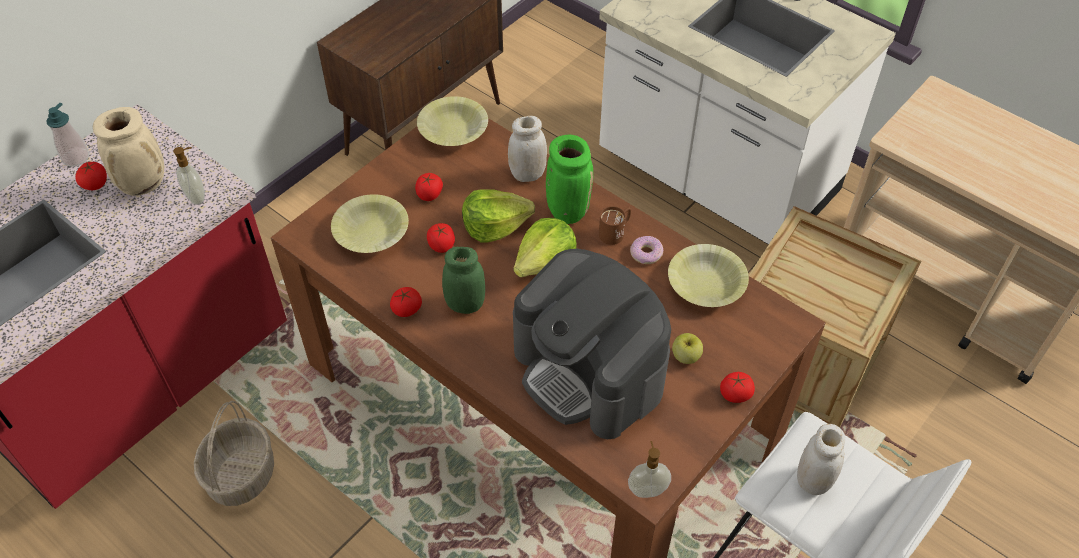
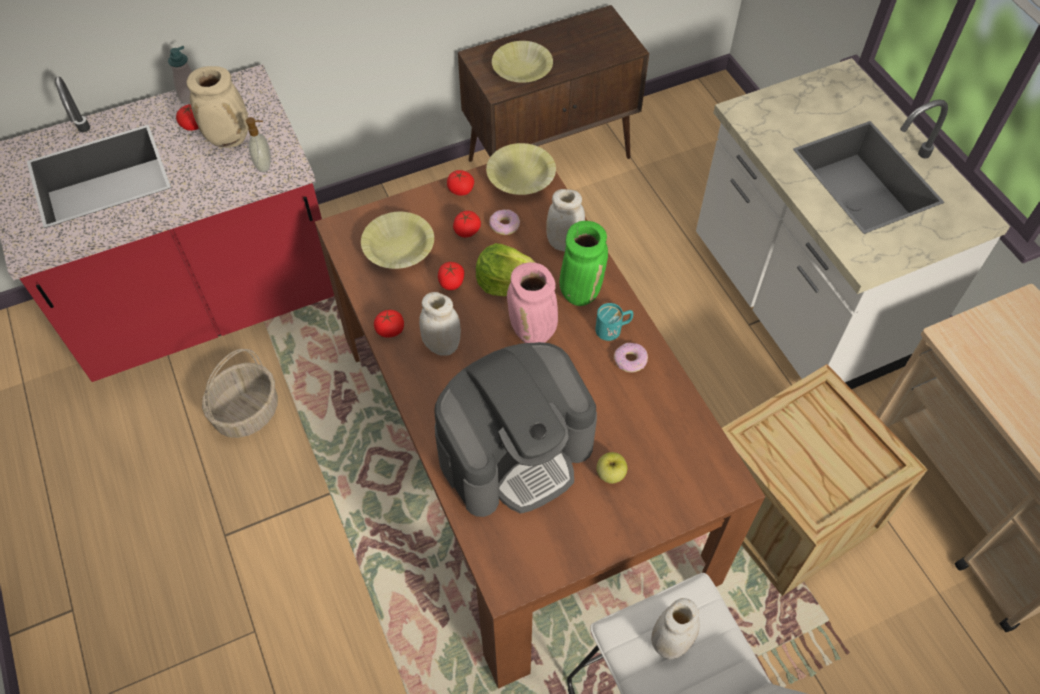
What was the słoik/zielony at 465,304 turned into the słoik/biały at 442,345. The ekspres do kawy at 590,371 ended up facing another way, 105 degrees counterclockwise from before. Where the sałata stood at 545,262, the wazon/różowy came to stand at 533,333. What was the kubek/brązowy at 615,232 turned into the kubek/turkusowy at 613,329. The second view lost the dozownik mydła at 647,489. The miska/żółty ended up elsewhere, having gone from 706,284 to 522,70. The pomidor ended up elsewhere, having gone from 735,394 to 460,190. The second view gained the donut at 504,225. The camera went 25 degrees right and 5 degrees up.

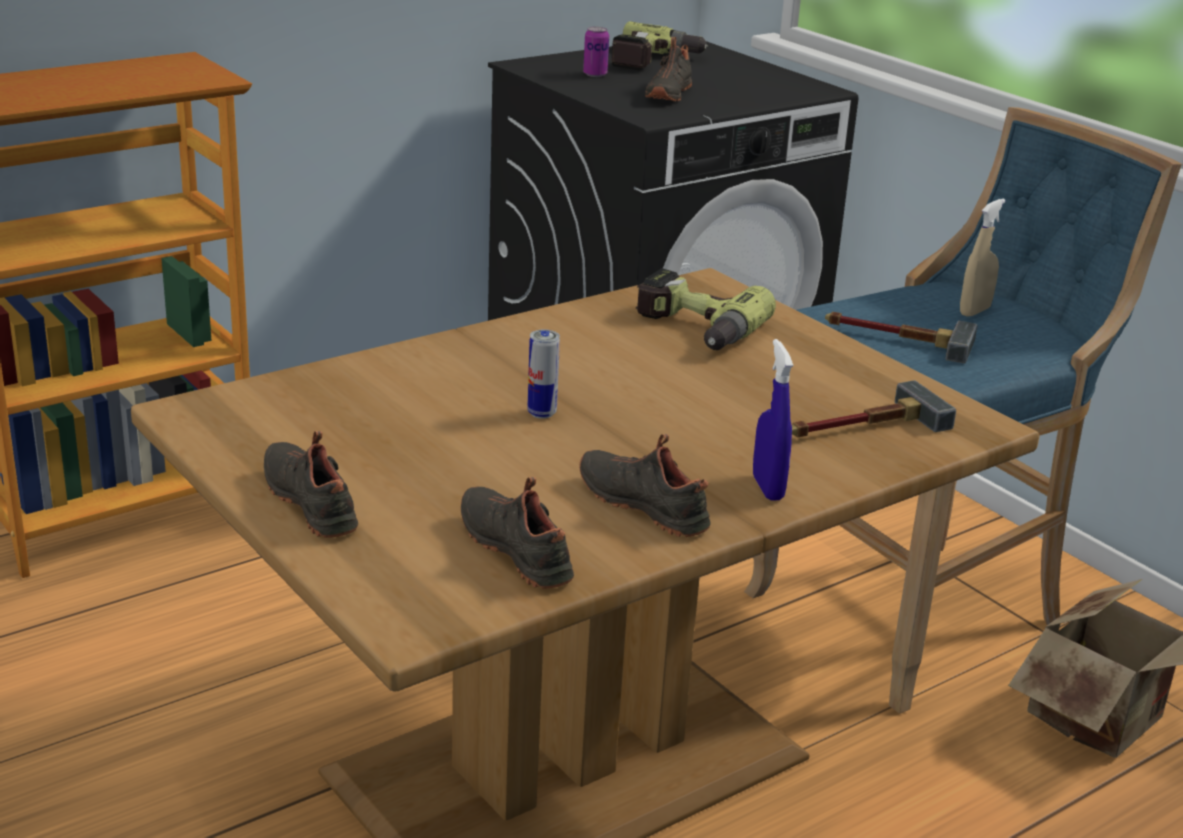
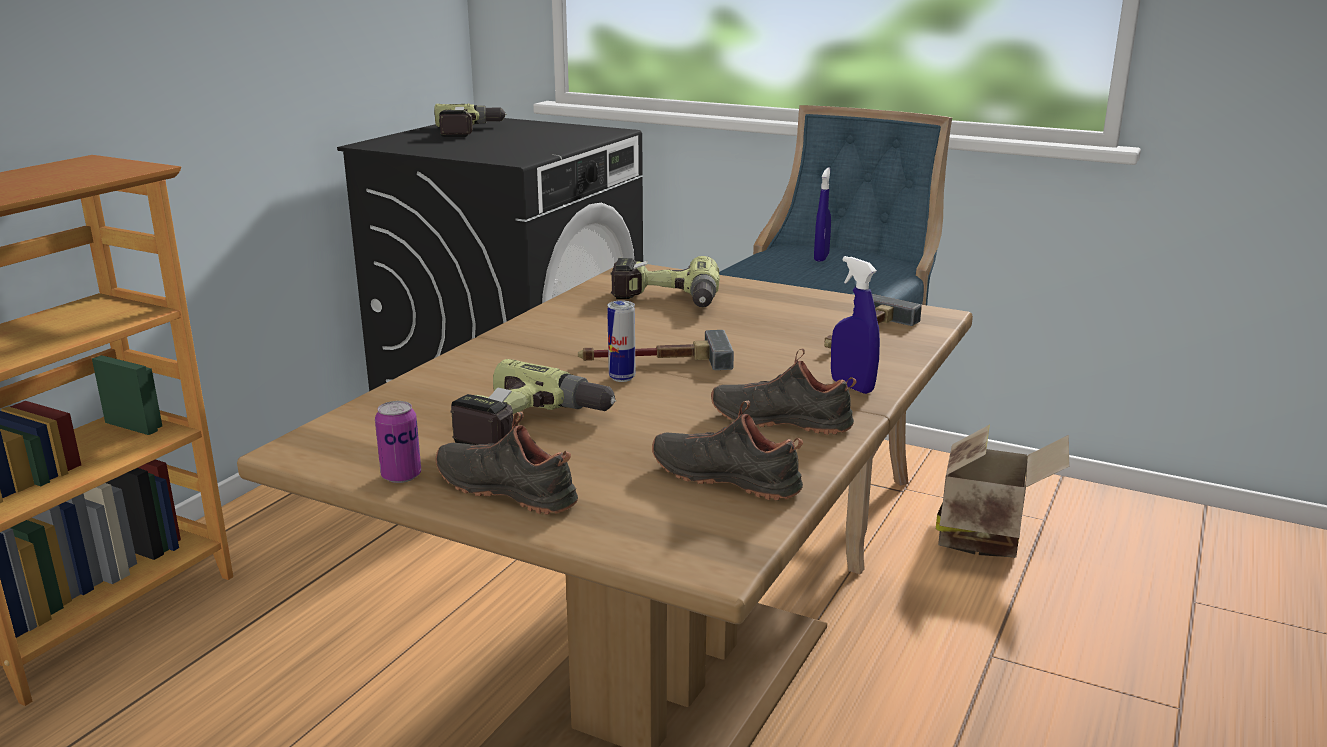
The puszka ended up elsewhere, having gone from 595,74 to 401,476. The second view lost the but/czarny at 667,94. The młotek ended up elsewhere, having gone from 896,339 to 653,361. What was the spryskiwacz/beżowy at 974,311 turned into the spryskiwacz/niebieski at 821,257. The second view gained the wiertarka at 532,427. The camera went 25 degrees left and 5 degrees down.

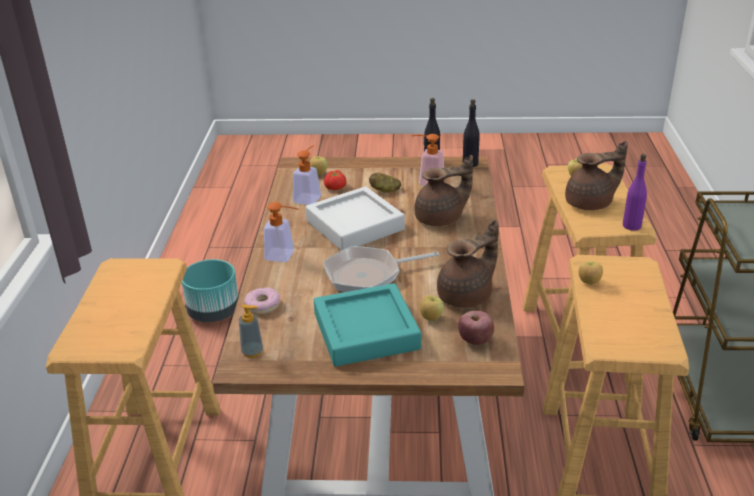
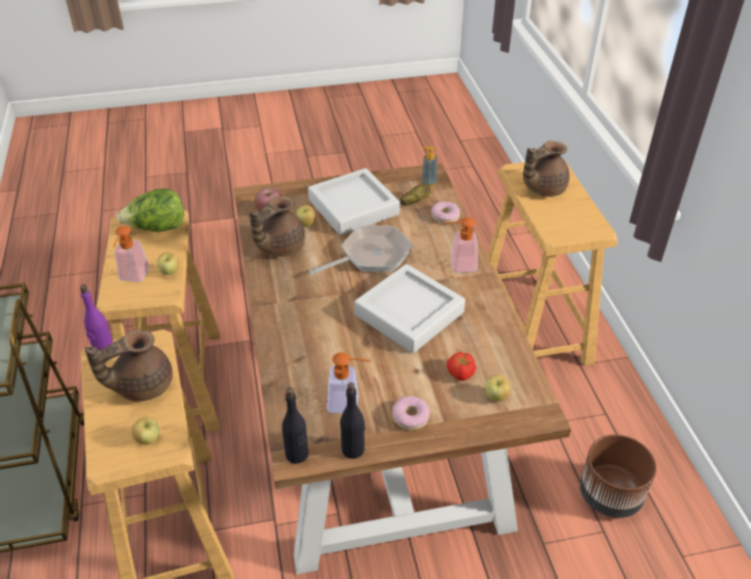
What was the donica/turkusowy at 213,313 turned into the donica/brązowy at 610,494. The dozownik mydła ended up elsewhere, having gone from 309,197 to 132,278. What was the taca/turkusowy at 366,331 turned into the taca/szary at 353,207. The ziemniak ended up elsewhere, having gone from 385,190 to 414,202. The imbryk/brązowy ended up elsewhere, having gone from 441,219 to 542,189. The second view gained the sałata at 157,229. The second view gained the donut at 410,417. The camera went 165 degrees right and 10 degrees up.

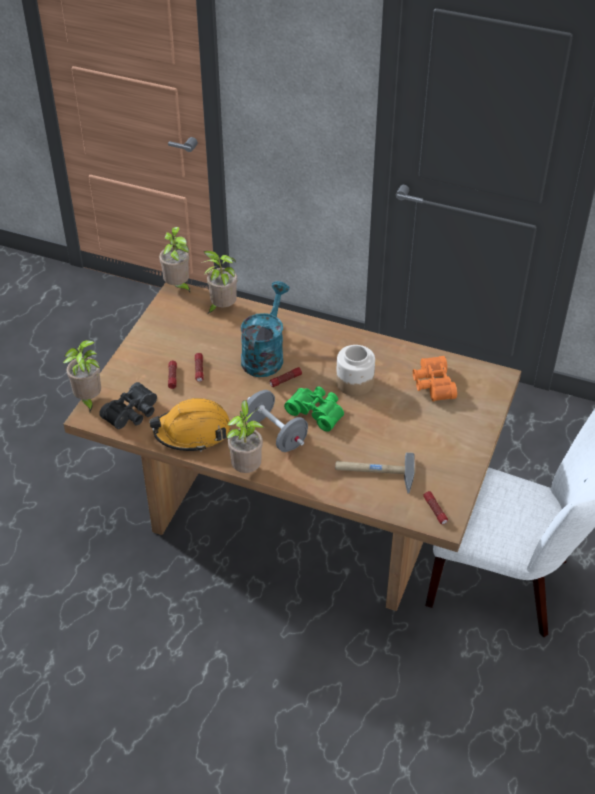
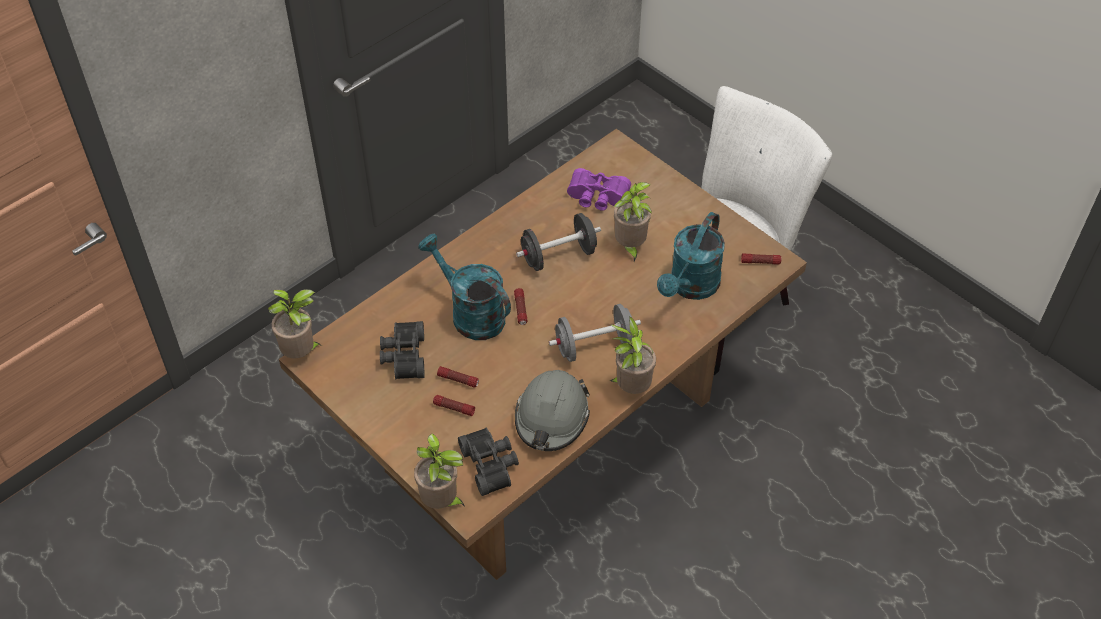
What was the kask/pomarańczowy at 192,432 turned into the kask/szary at 551,417. The roślina doniczkowa ended up elsewhere, having gone from 221,308 to 630,247. The second view lost the lornetka/zielony at 317,411. Where the młotek stood at 374,473, the konewka/turkusowy came to stand at 690,287. Where the słoik stood at 354,383, the hantel/czarny came to stand at 558,256. What was the lornetka/pomarańczowy at 432,384 turned into the lornetka/fioletowy at 597,198. The second view gained the lornetka/czarny at 403,356. The camera went 65 degrees left and 5 degrees up.

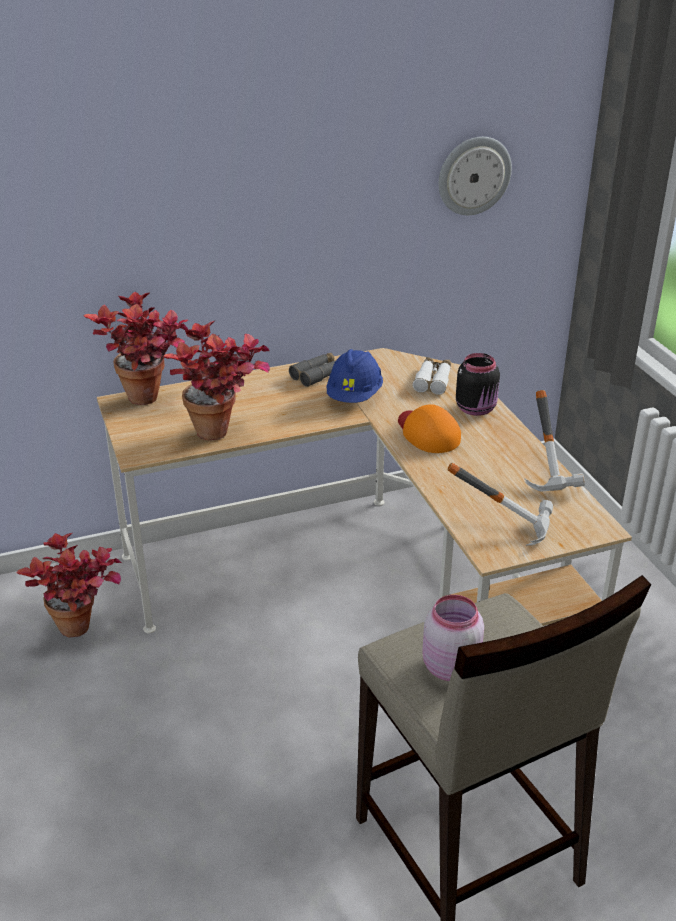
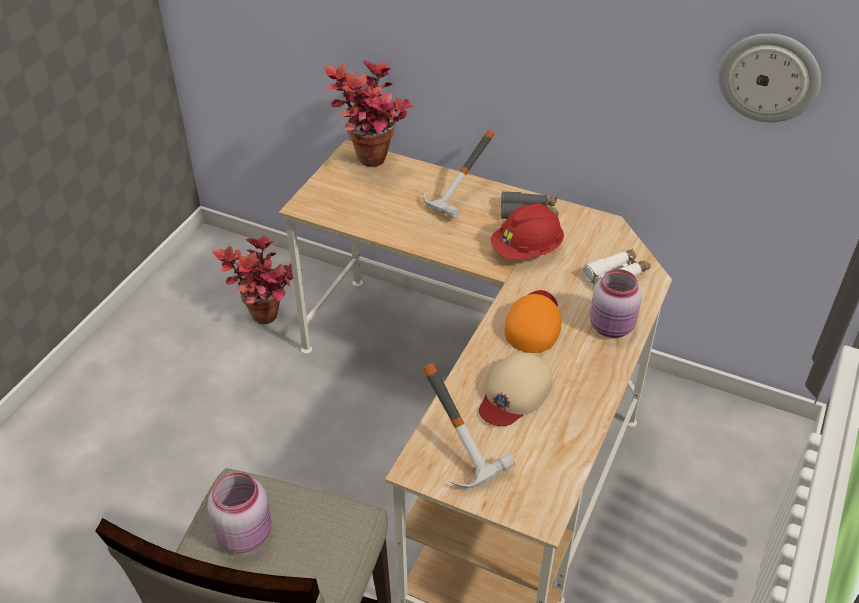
The second view lost the roślina doniczkowa at 223,435. What was the kask/niebieski at 354,396 turned into the kask/czerwony at 527,250. What was the słoik/czarny at 477,409 turned into the słoik/różowy at 612,327. The młotek ended up elsewhere, having gone from 554,471 to 465,201. The second view gained the czapka z daszkiem/beżowy at 514,394. The camera went 45 degrees right and 10 degrees up.

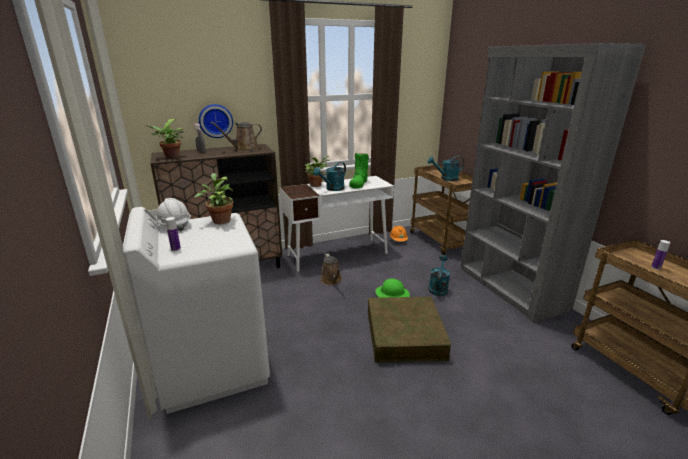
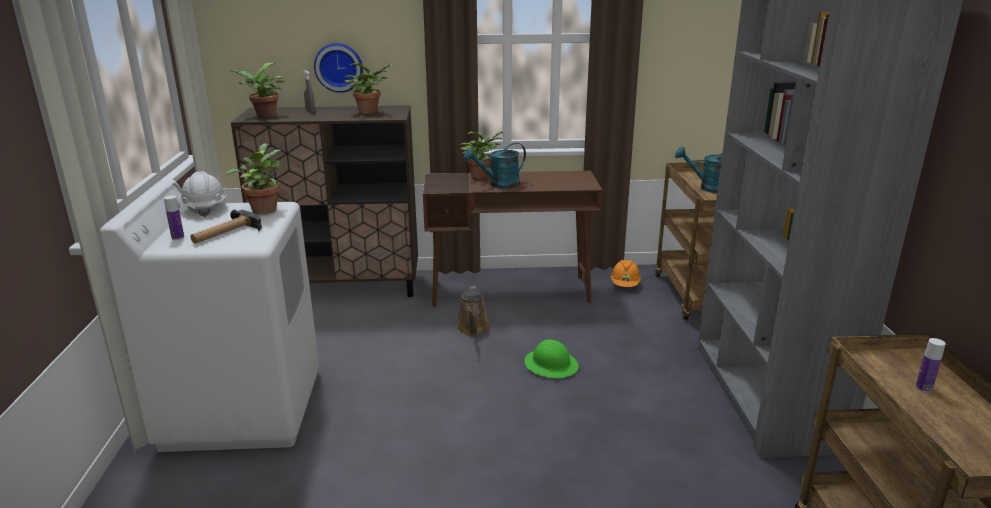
Where the konewka/brązowy stood at 244,149, the roślina doniczkowa came to stand at 370,111. What was the biurko/biały at 338,254 turned into the biurko/brązowy at 511,291. The second view lost the but z cholewką/zielony at 359,183. The second view lost the pojemnik do przechowywania/brązowy at 405,334. The second view lost the konewka/turkusowy at 438,288. The second view gained the młotek at 225,233. The camera went 20 degrees right and 0 degrees up.

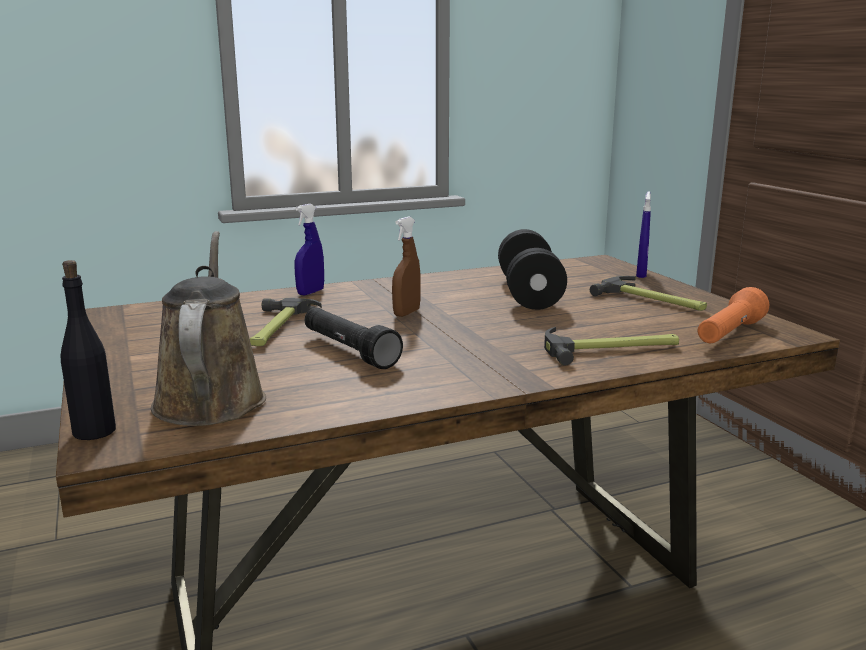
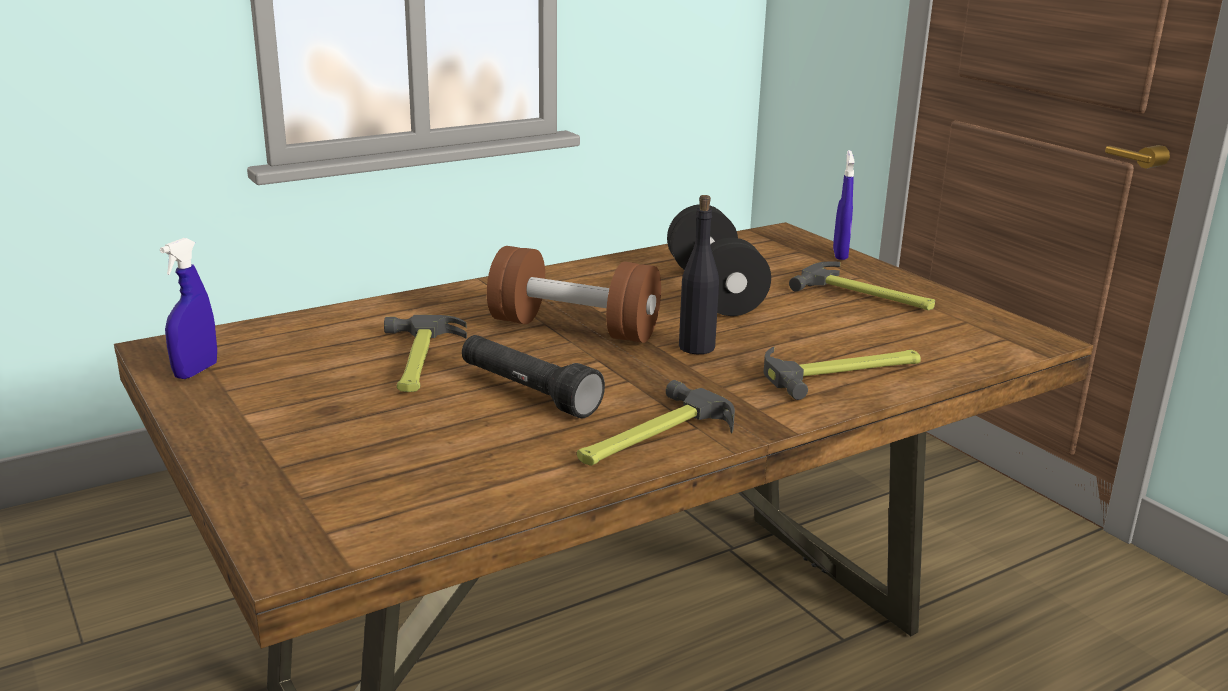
The butelka/czarny ended up elsewhere, having gone from 95,431 to 696,347. The second view lost the konewka/brązowy at 211,397. The spryskiwacz/niebieski ended up elsewhere, having gone from 310,292 to 196,371. Where the spryskiwacz/brązowy stood at 406,313, the hantel/brązowy came to stand at 574,328. The second view lost the latarka/pomarańczowy at 729,334. The second view gained the młotek at 650,437. The camera went 10 degrees left and 5 degrees up.

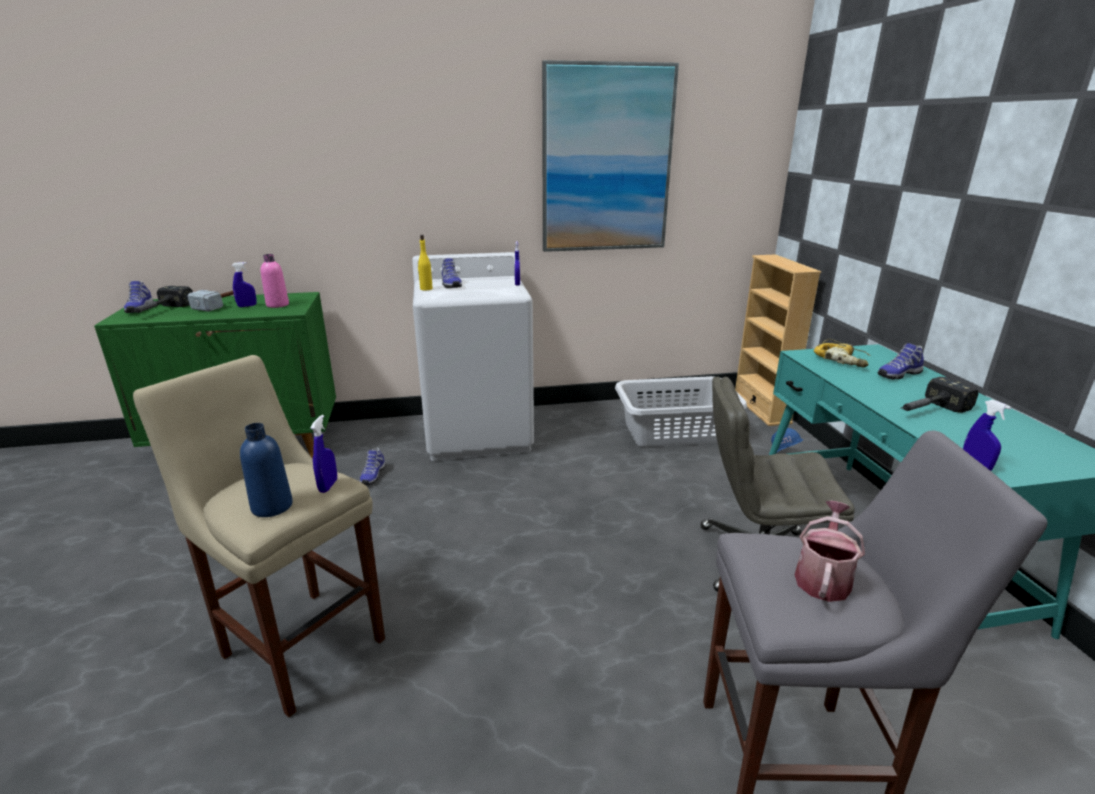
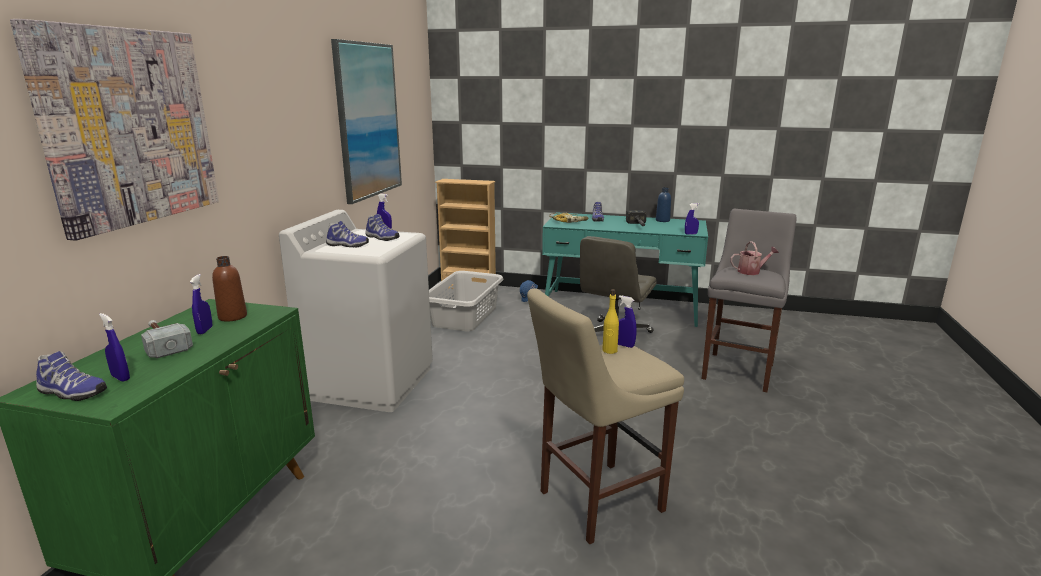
Where the młotek stood at 160,311, the spryskiwacz/niebieski came to stand at 120,378. The butelka/niebieski ended up elsewhere, having gone from 272,506 to 662,220. What was the butelka/różowy at 277,305 turned into the butelka/brązowy at 232,317. The but ended up elsewhere, having gone from 372,475 to 381,238. The butelka/żółty ended up elsewhere, having gone from 426,289 to 609,350. The konewka at 823,577 ended up facing another way, 120 degrees clockwise from before. The second view gained the obraz at 129,127. The camera went 65 degrees left and 5 degrees down.

